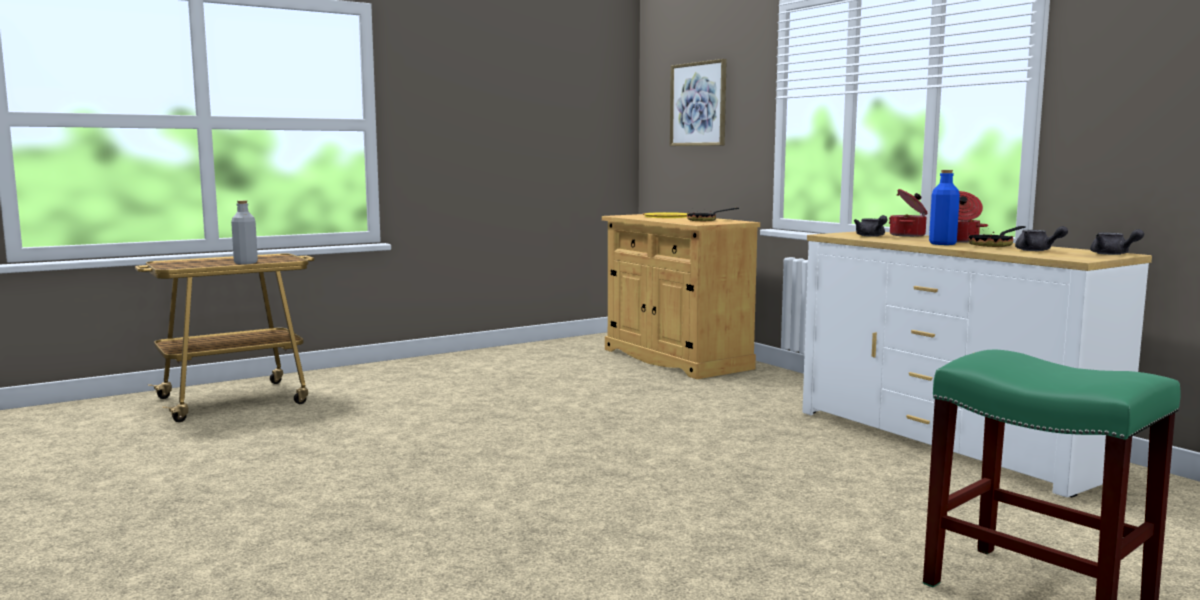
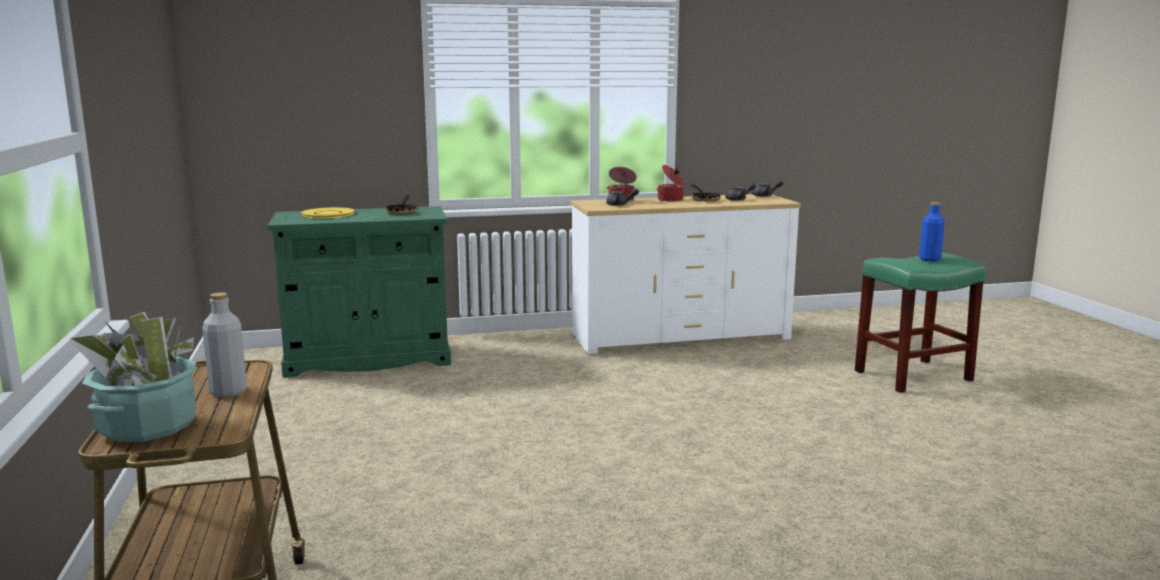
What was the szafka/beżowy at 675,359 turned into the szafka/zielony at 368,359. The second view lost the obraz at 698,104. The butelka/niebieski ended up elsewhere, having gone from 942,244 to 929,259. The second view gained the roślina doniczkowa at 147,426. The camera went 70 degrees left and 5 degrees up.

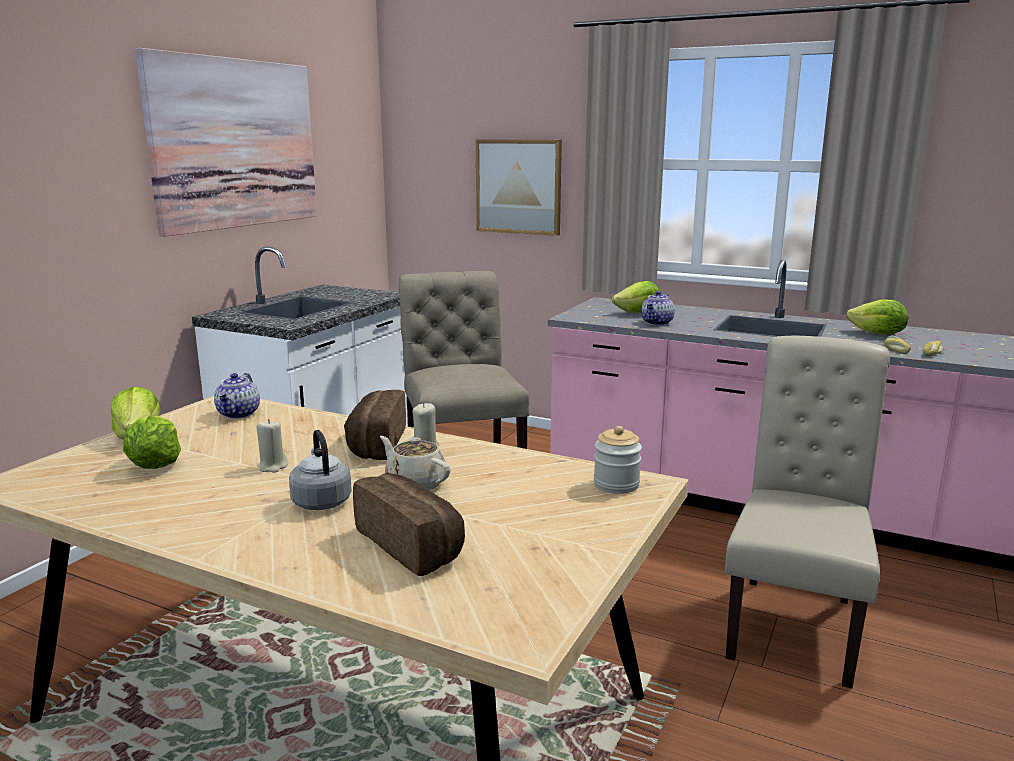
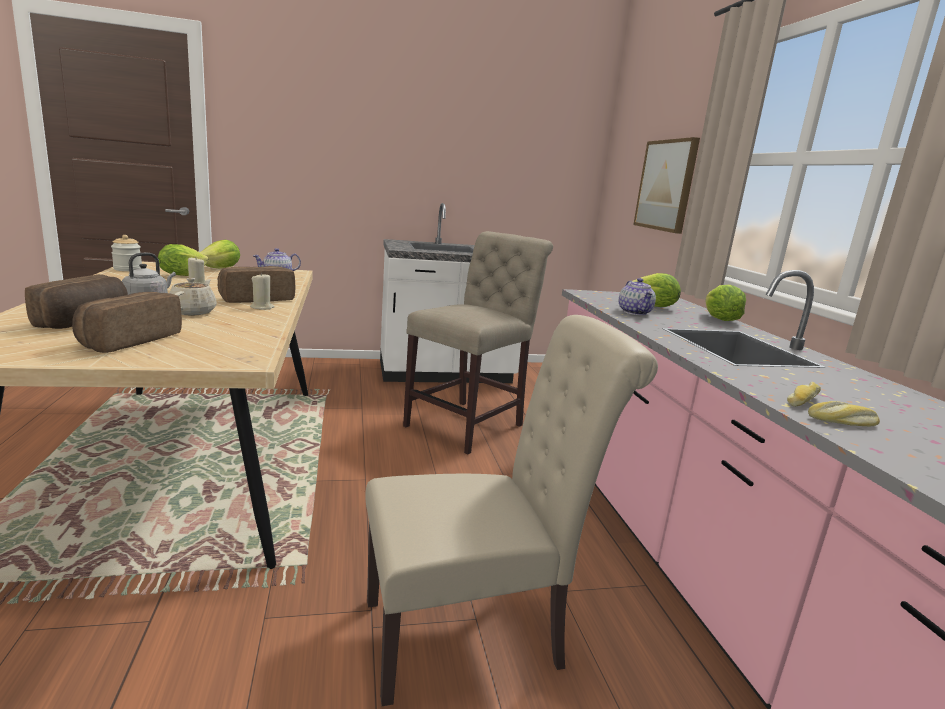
The second view lost the obraz at 235,144. The słoik ended up elsewhere, having gone from 616,484 to 128,269. The imbryk at 657,323 ended up facing another way, 90 degrees counterclockwise from before. The sałata ended up elsewhere, having gone from 878,334 to 719,320. The second view gained the chleb at 128,340. The camera went 50 degrees right and 0 degrees up.

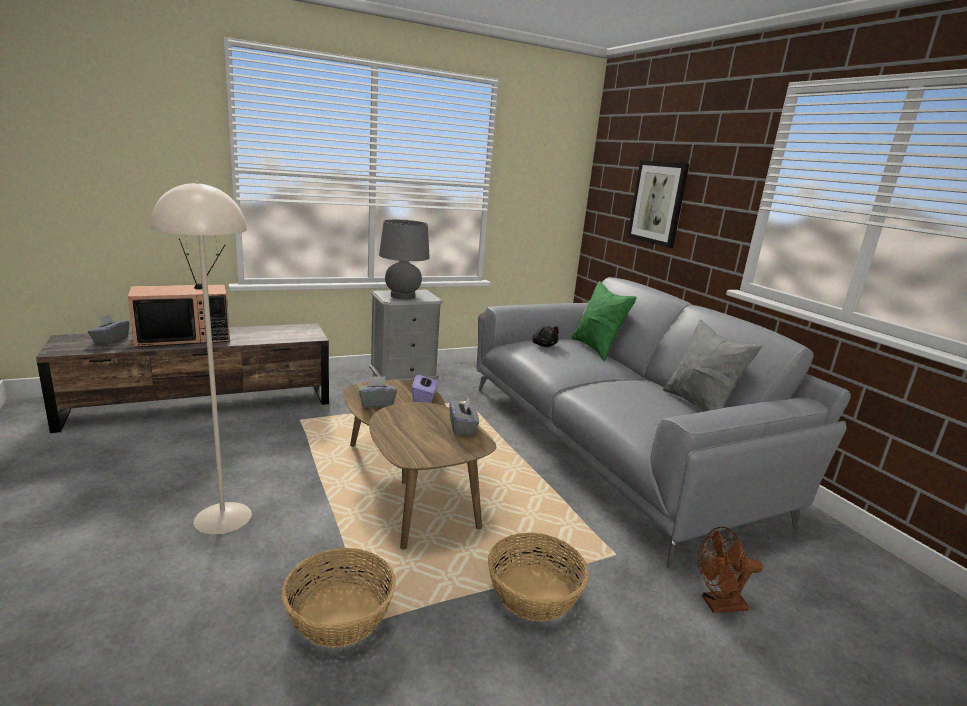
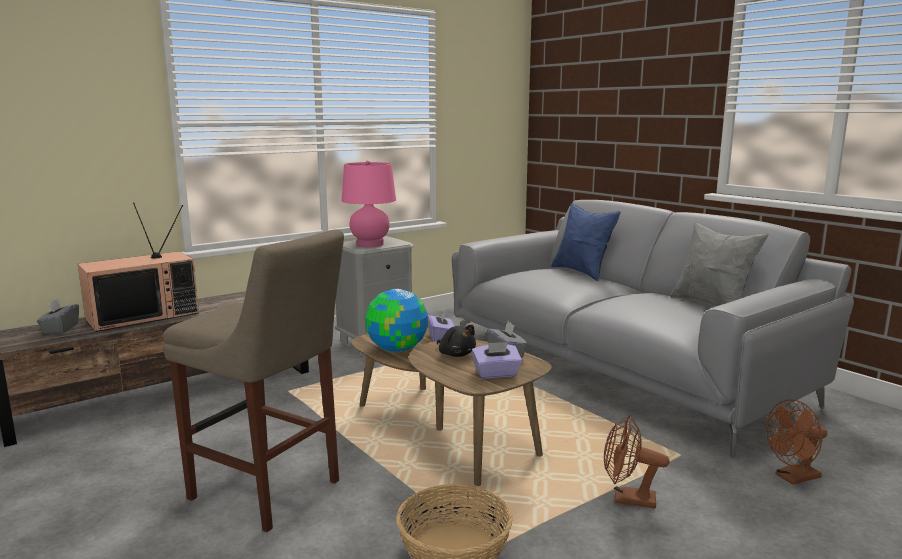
Where the lampa stojąca/beżowy stood at 222,518, the stołek/beżowy came to stand at 270,492. Where the pudełko chusteczek/szary stood at 376,403, the globus came to stand at 397,349. What was the lampa stołowa/szary at 402,296 turned into the lampa stołowa/różowy at 370,244. Where the koszyk stood at 534,594, the wentylator/brązowy came to stand at 627,499. The pluszak/czarny ended up elsewhere, having gone from 544,345 to 456,354. What was the poduszka/zielony at 596,349 turned into the poduszka/niebieski at 582,272. The second view lost the obraz at 658,203. The second view gained the pudełko chusteczek/fioletowy at 496,374. The camera went 10 degrees left and 5 degrees down.

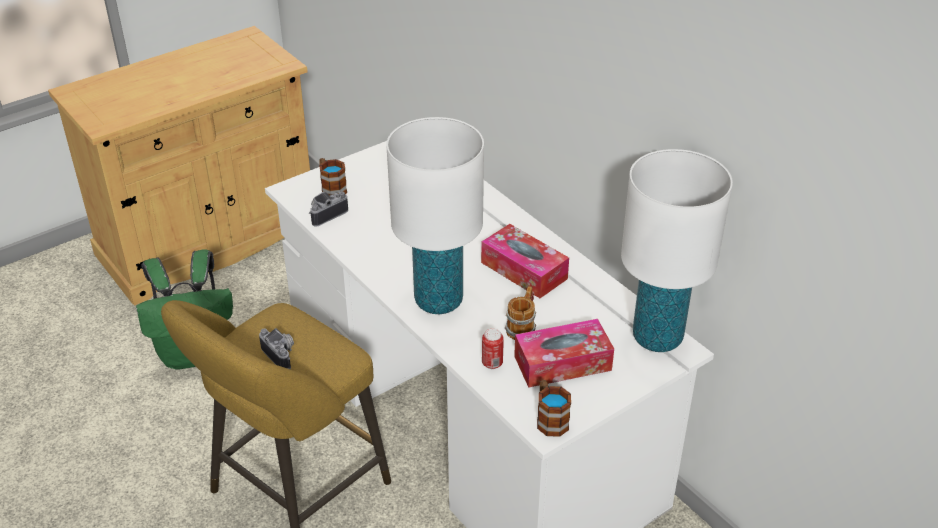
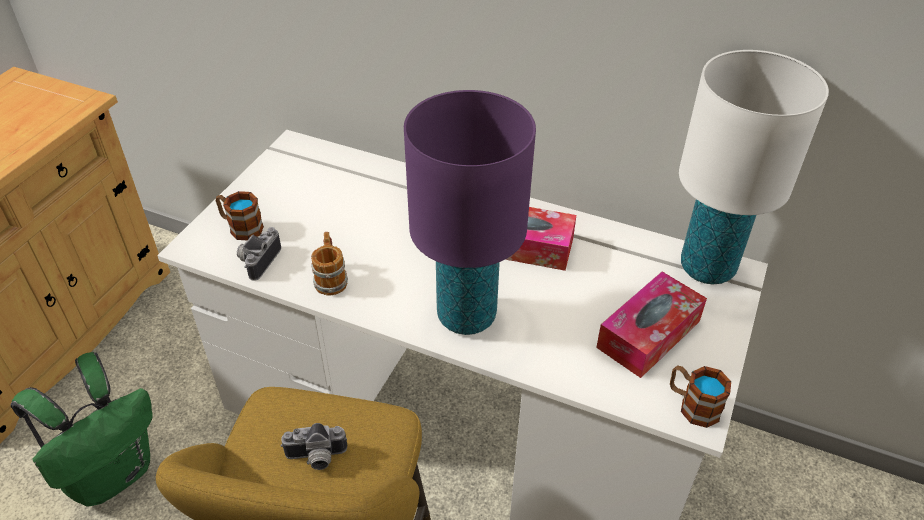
The aparat fotograficzny at 282,355 ended up facing another way, 150 degrees clockwise from before. What was the lampa stołowa/biały at 439,301 turned into the lampa stołowa/fioletowy at 467,316. The second view lost the puszka at 492,363. The kubek ended up elsewhere, having gone from 522,327 to 331,278. The camera went 30 degrees left and 5 degrees up.

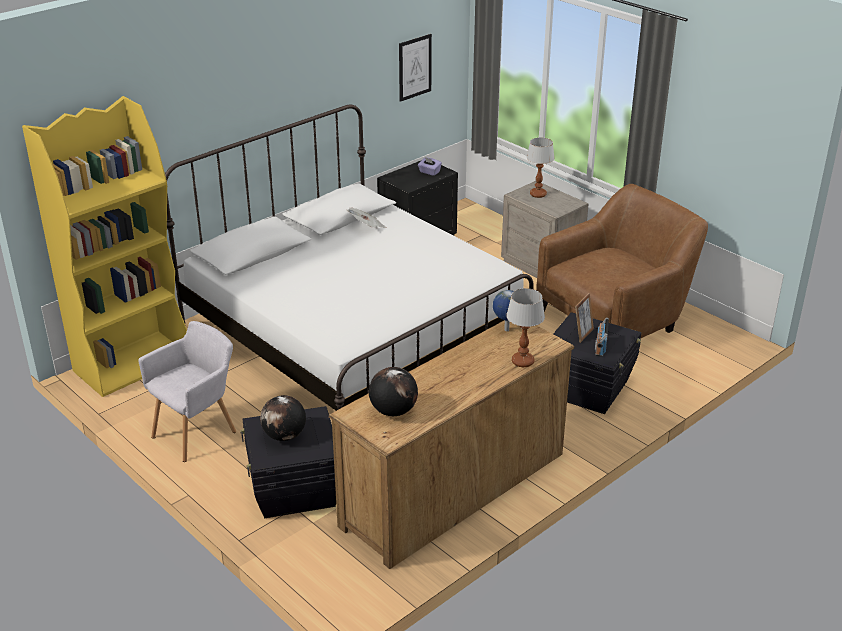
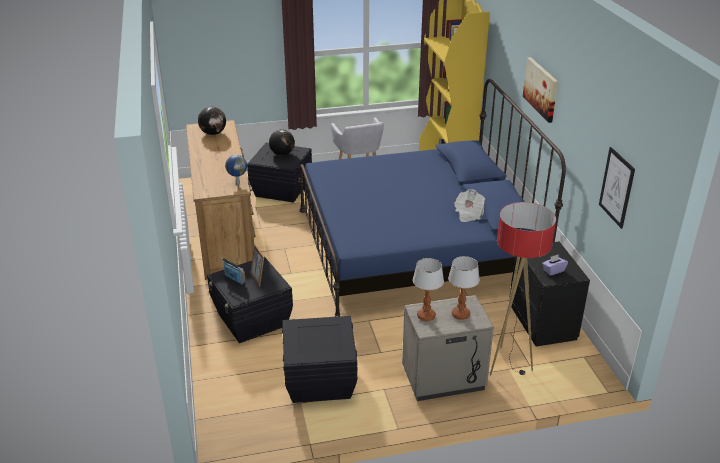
What was the łóżko/biały at 354,332 turned into the łóżko/niebieski at 415,247. The lampa stołowa ended up elsewhere, having gone from 522,362 to 425,316. Where the fotel/brązowy stood at 615,319, the pojemnik do przechowywania/czarny came to stand at 319,380. The second view gained the lampa stojąca at 508,364. The second view gained the obraz at 541,89. The camera went 120 degrees right and 0 degrees up.

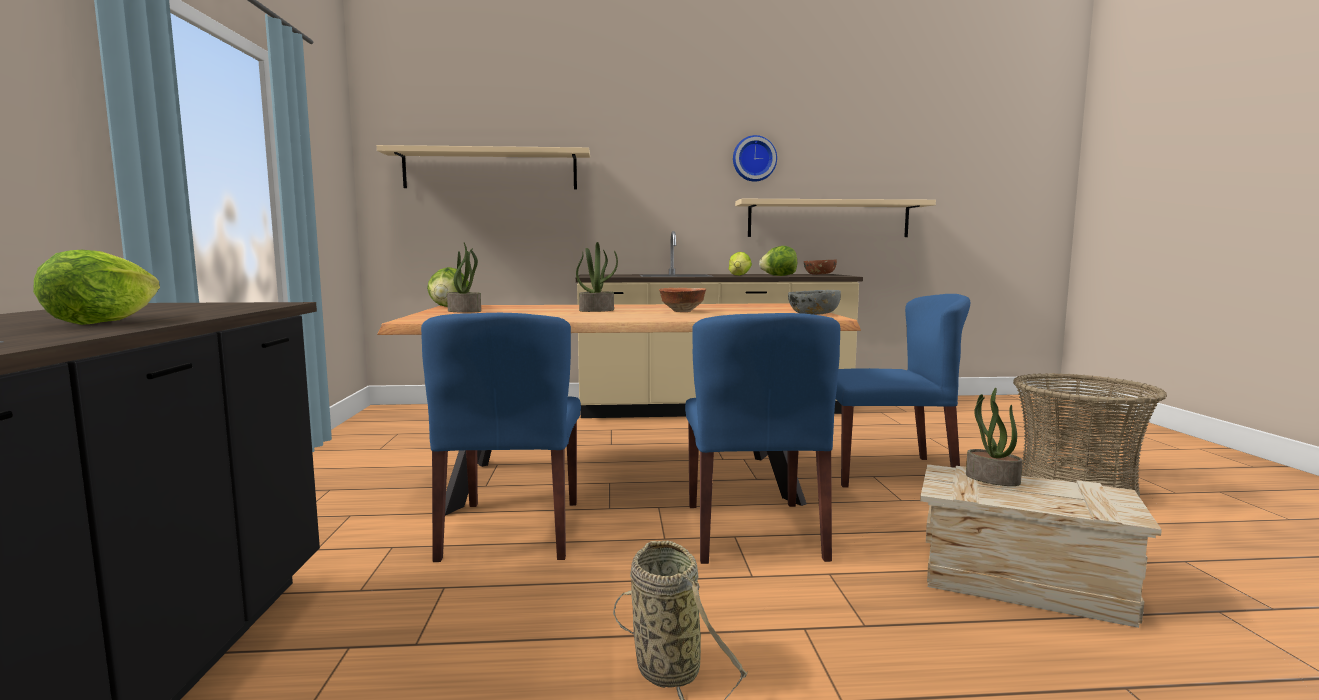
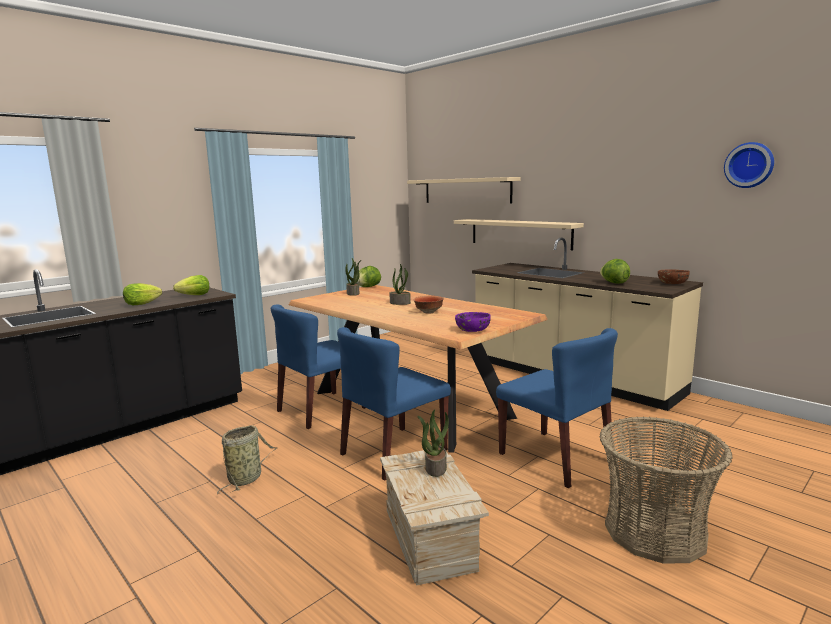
The sałata ended up elsewhere, having gone from 739,275 to 195,295. The zegar ścienny ended up elsewhere, having gone from 754,159 to 749,165. The półka/beżowy ended up elsewhere, having gone from 828,219 to 519,233. What was the miska/szary at 813,314 turned into the miska/fioletowy at 472,330. The camera went 50 degrees right and 5 degrees up.

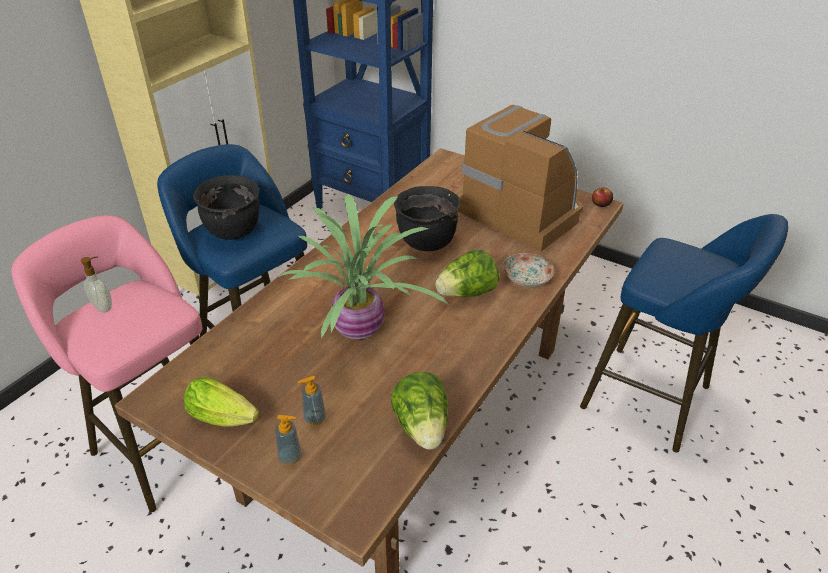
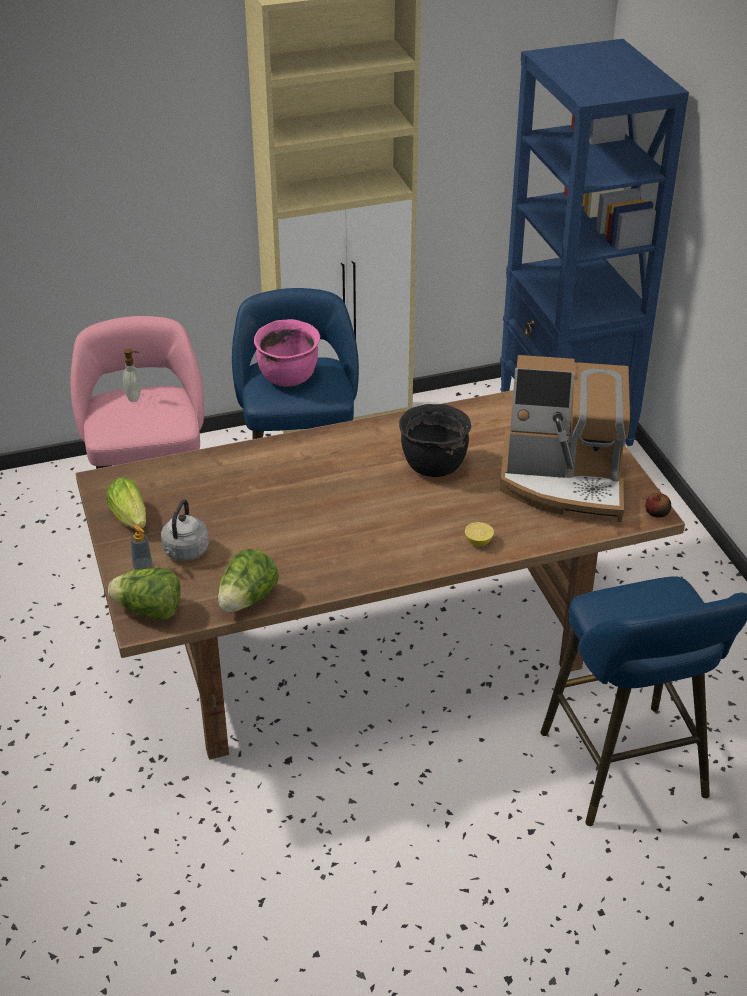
What was the garnek/czarny at 234,230 turned into the garnek/różowy at 289,377. The second view lost the roślina doniczkowa at 360,330. Where the dozownik mydła stood at 314,418, the czajnik/szary came to stand at 185,552. The sałata ended up elsewhere, having gone from 467,293 to 149,610. The ekspres do kawy at 522,211 ended up facing another way, 105 degrees clockwise from before. Where the talerz stood at 527,278, the cytryna came to stand at 478,541. The camera went 40 degrees right and 0 degrees up.

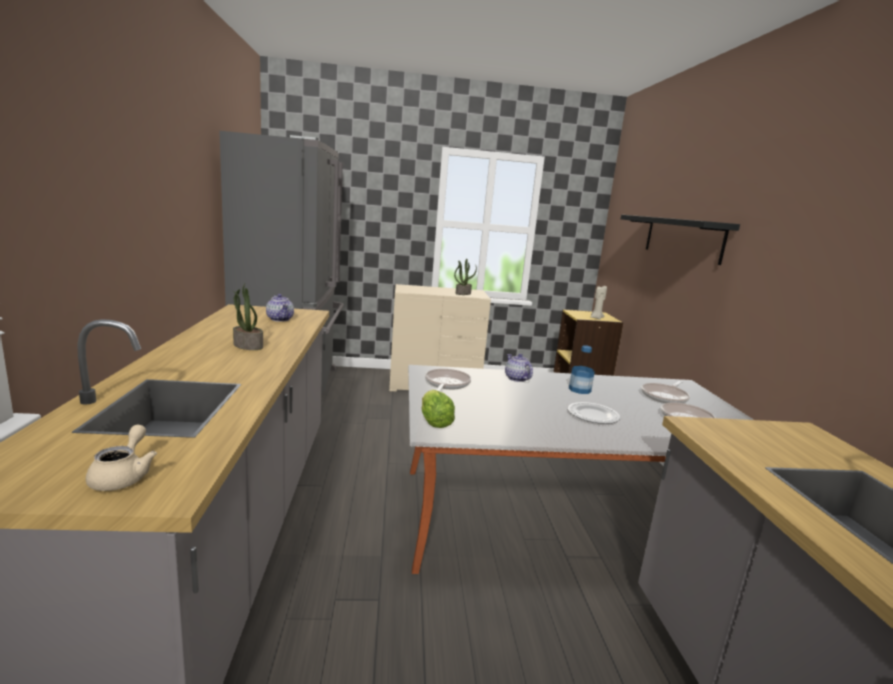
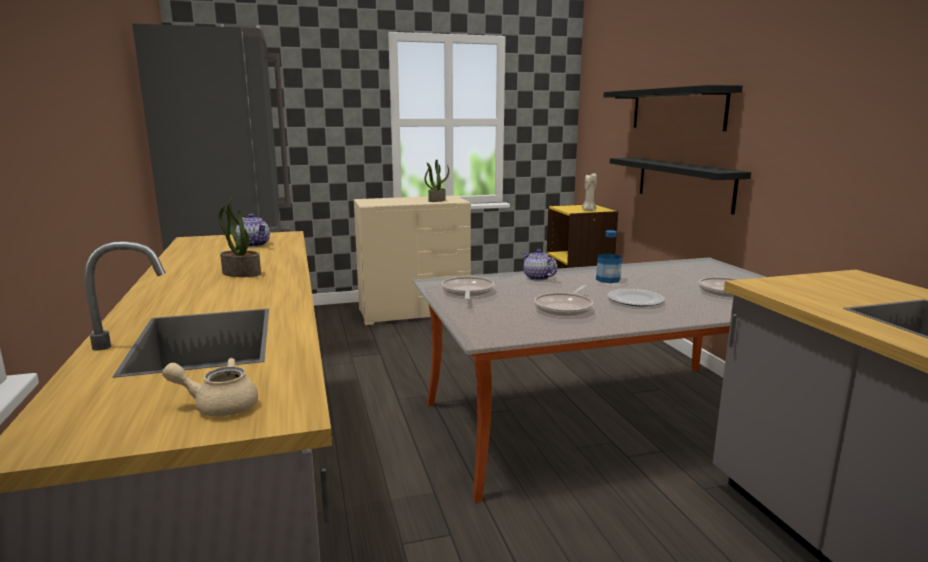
The imbryk/beżowy at 124,476 ended up facing another way, 75 degrees counterclockwise from before. The second view lost the sałata at 434,422. The patelnia ended up elsewhere, having gone from 665,397 to 565,308. The second view gained the półka/czarny at 684,183. The camera went 10 degrees left and 0 degrees up.

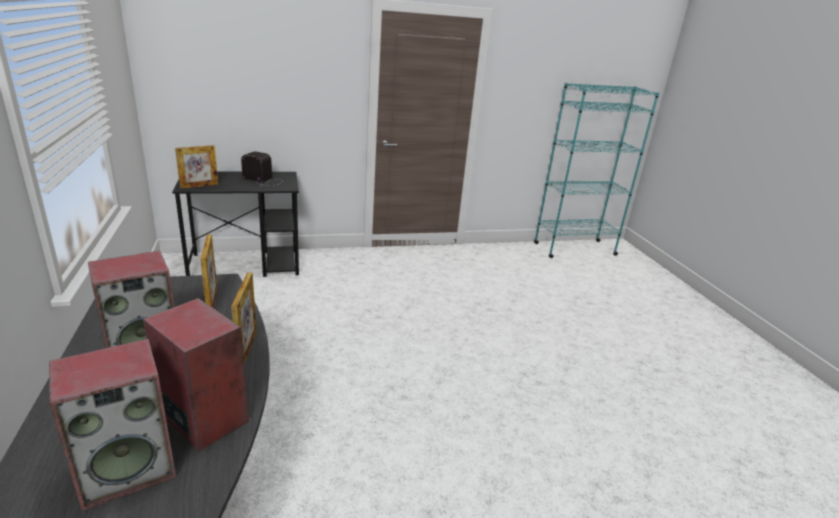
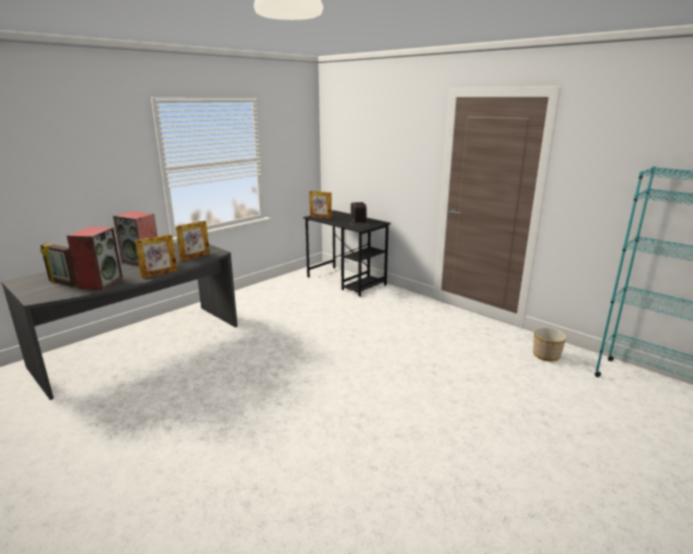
Where the głośnik stood at 128,469, the ramka na zdjęcie came to stand at 63,283. The second view gained the donica at 546,355. The camera went 60 degrees right and 5 degrees down.

